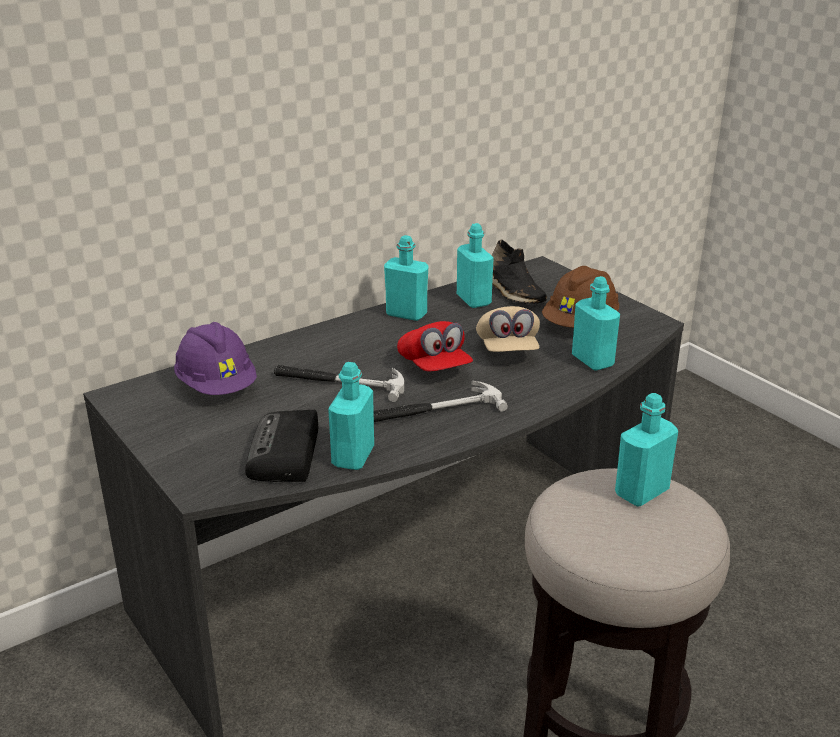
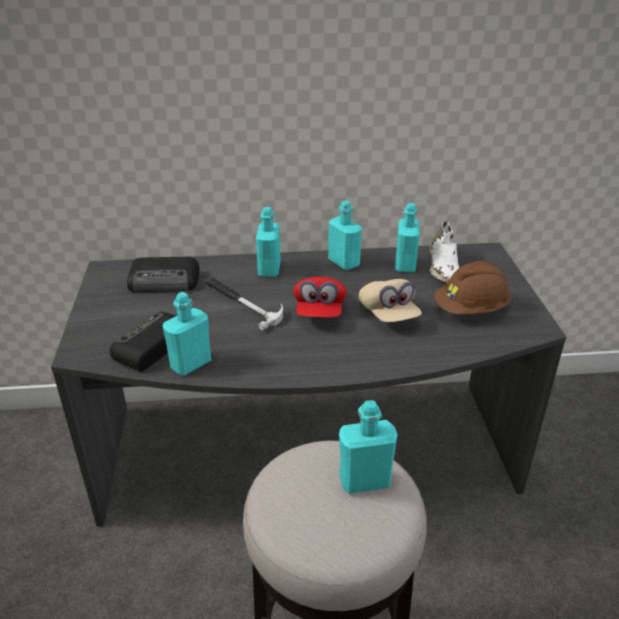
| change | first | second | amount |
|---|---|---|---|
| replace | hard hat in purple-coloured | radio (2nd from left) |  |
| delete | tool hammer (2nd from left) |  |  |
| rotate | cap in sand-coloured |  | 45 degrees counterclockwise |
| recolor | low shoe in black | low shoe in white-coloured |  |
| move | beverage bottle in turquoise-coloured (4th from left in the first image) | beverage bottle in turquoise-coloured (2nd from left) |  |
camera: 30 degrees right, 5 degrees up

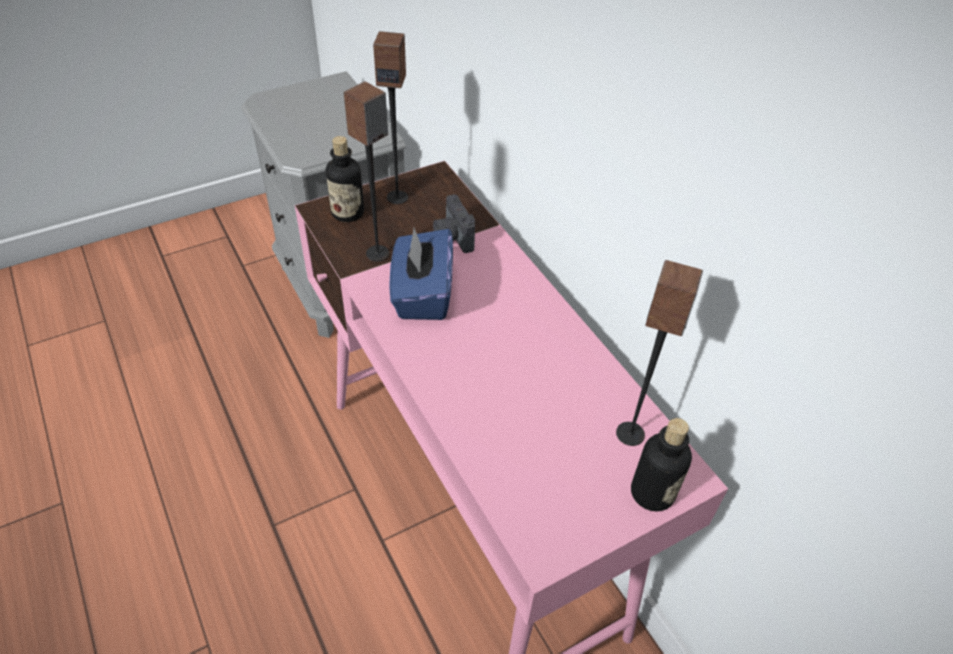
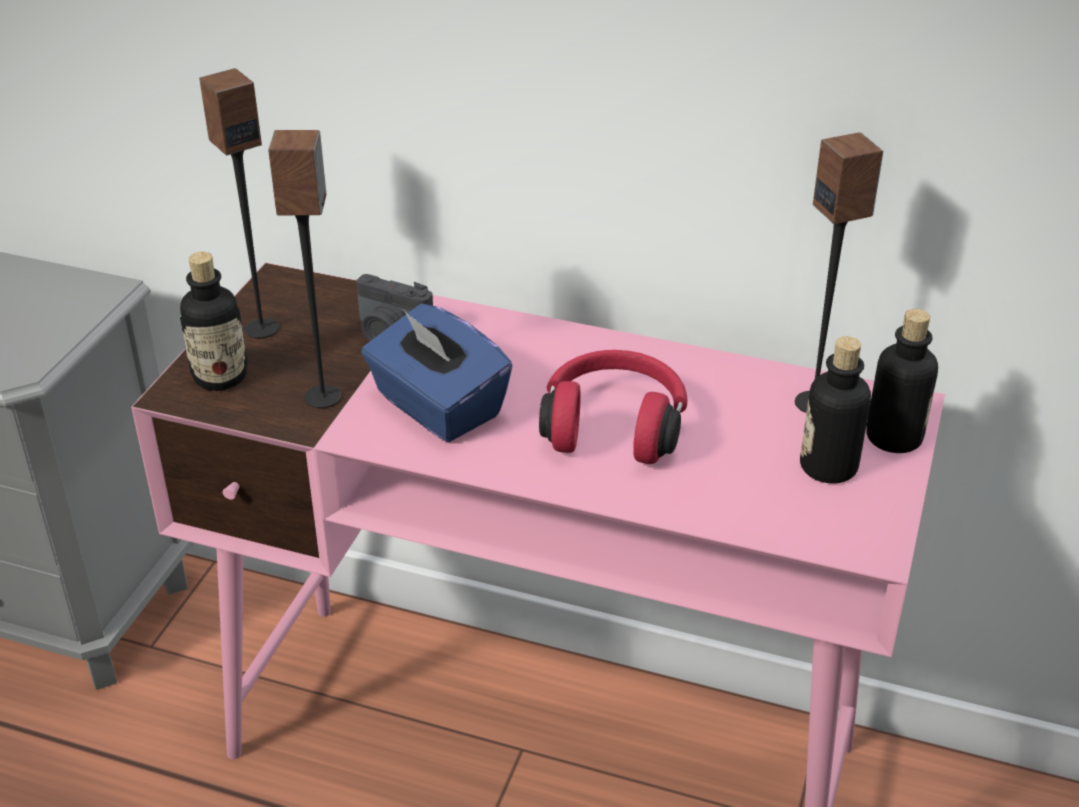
| change | first | second | amount |
|---|---|---|---|
| insert |  | headphones in red-coloured |  |
| insert |  | beverage bottle (2nd from left) |  |
camera: 40 degrees left, 10 degrees down

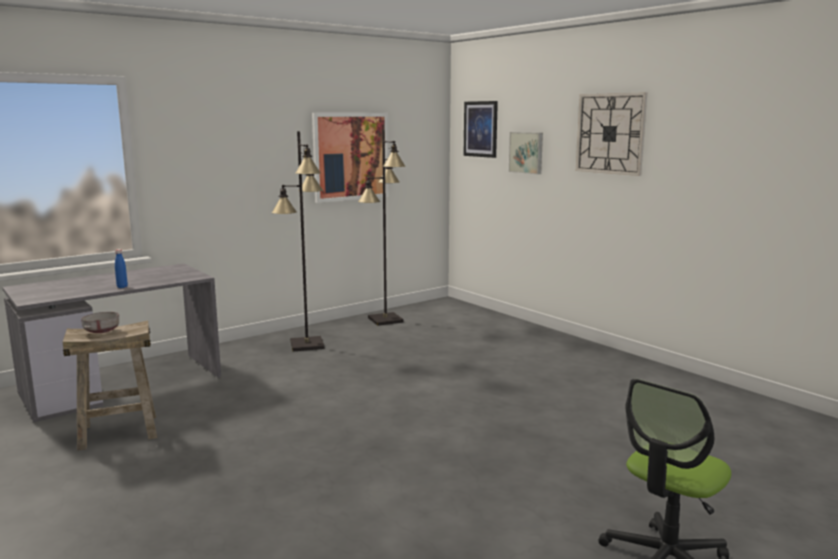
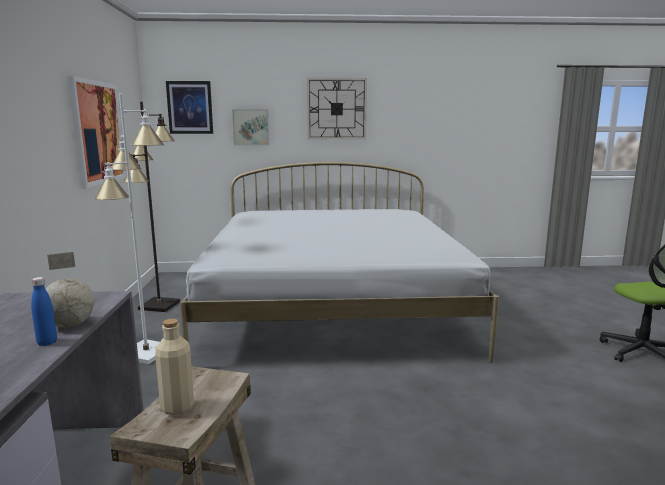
| change | first | second | amount |
|---|---|---|---|
| replace | serving bowl in gray | beverage bottle in sand-coloured |  |
| recolor | floor lamp in black (1st from left) | floor lamp in white-coloured |  |
| insert |  | world globe |  |
| insert |  | sleeping bed in white-coloured |  |
camera: 55 degrees left, 0 degrees up

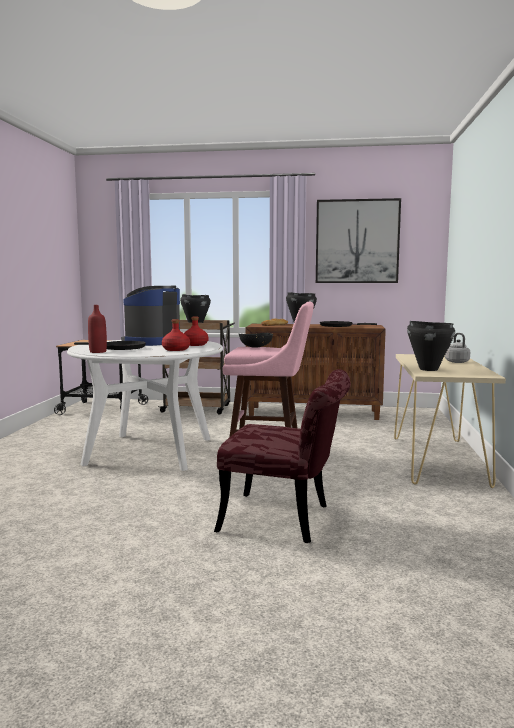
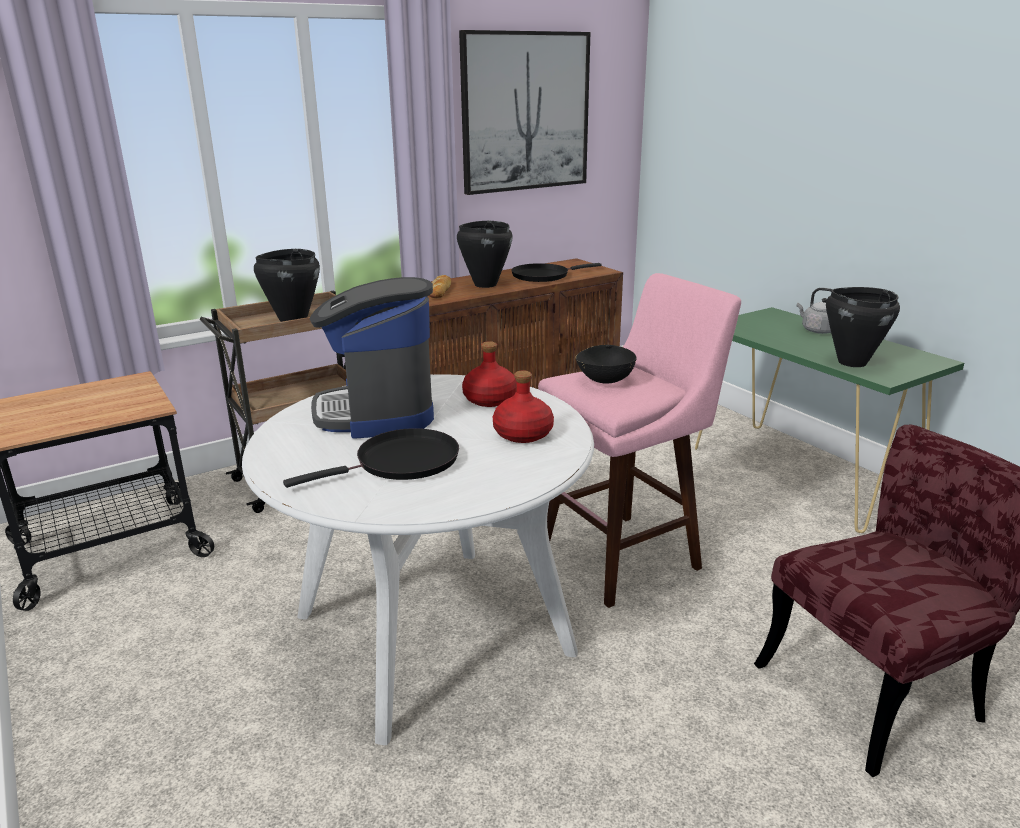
| change | first | second | amount |
|---|---|---|---|
| delete | beverage bottle in red-coloured (1st from left) |  |  |
| recolor | hall table in sand-coloured | hall table in greenish |  |
camera: 40 degrees left, 15 degrees up

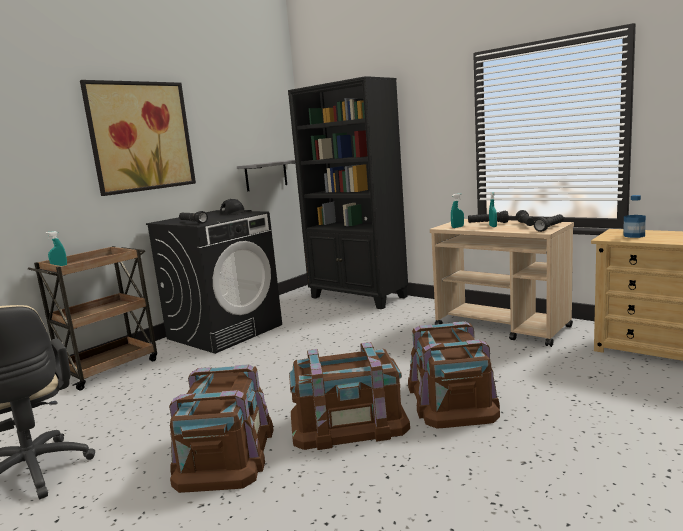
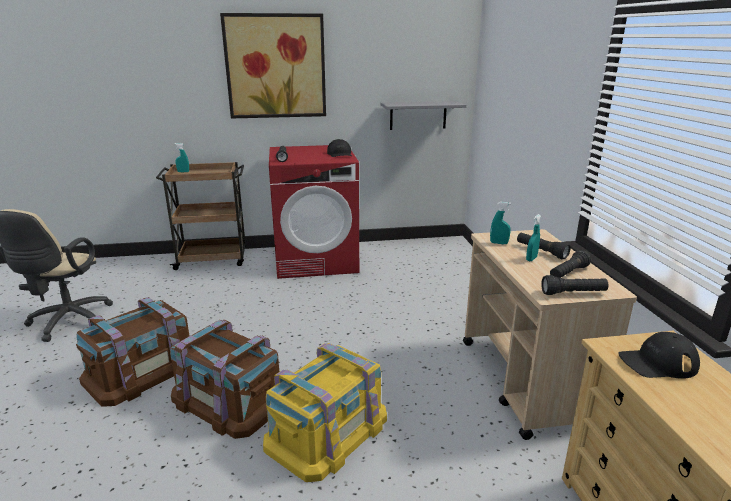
| change | first | second | amount |
|---|---|---|---|
| recolor | washing machine in black | washing machine in red-coloured |  |
| delete | bookshelf in black |  |  |
| recolor | storage container in brown-coloured (3rd from left) | storage container in yellow |  |
| replace | beverage bottle | cap in black (2nd from left) |  |
camera: 40 degrees right, 10 degrees up

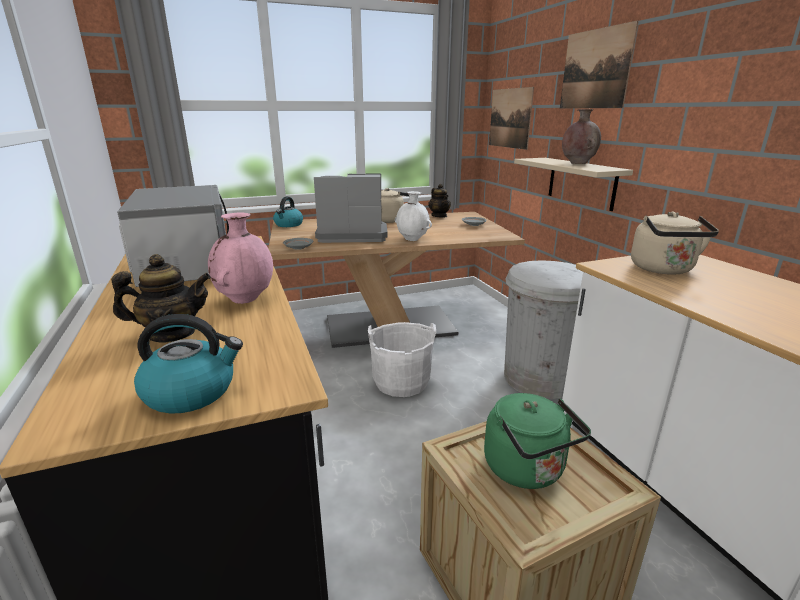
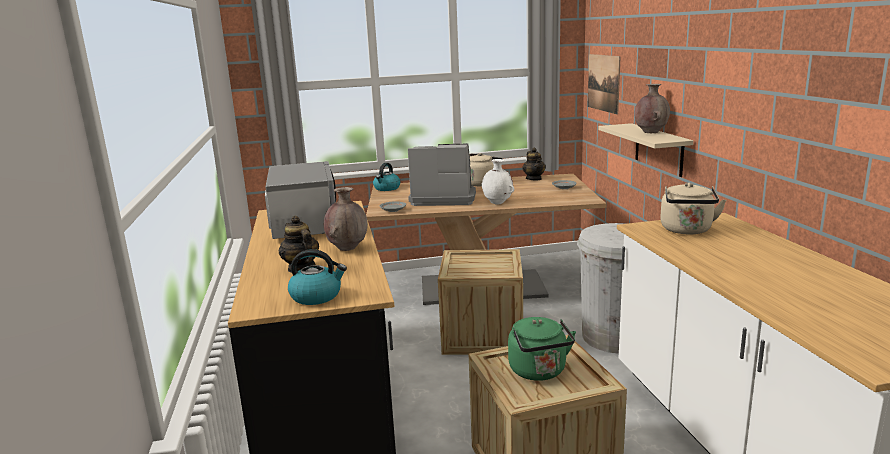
| change | first | second | amount |
|---|---|---|---|
| rotate | teapot (1st from left) |  | 120 degrees counterclockwise |
| recolor | decorative vase in pinkish | decorative vase in brown-coloured (1st from left) |  |
| replace | bucket in white-coloured | packing crate (1st from left) |  |
| delete | wall picture (2nd from left) |  |  |
camera: 10 degrees right, 5 degrees down

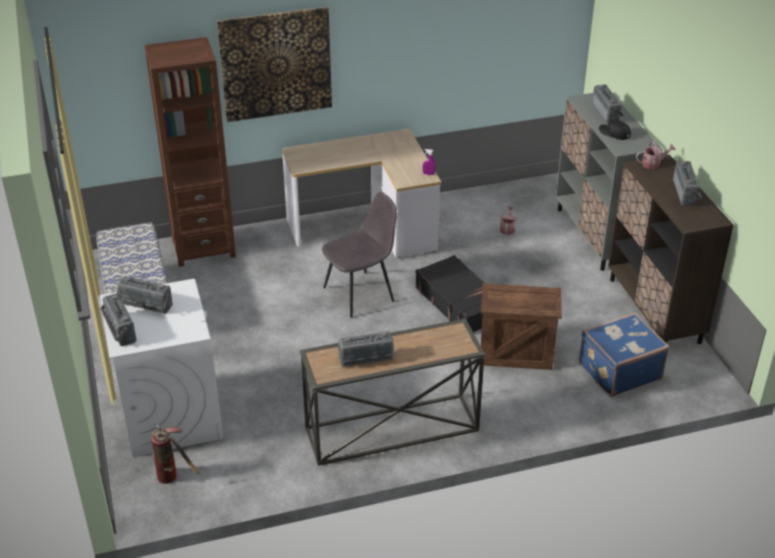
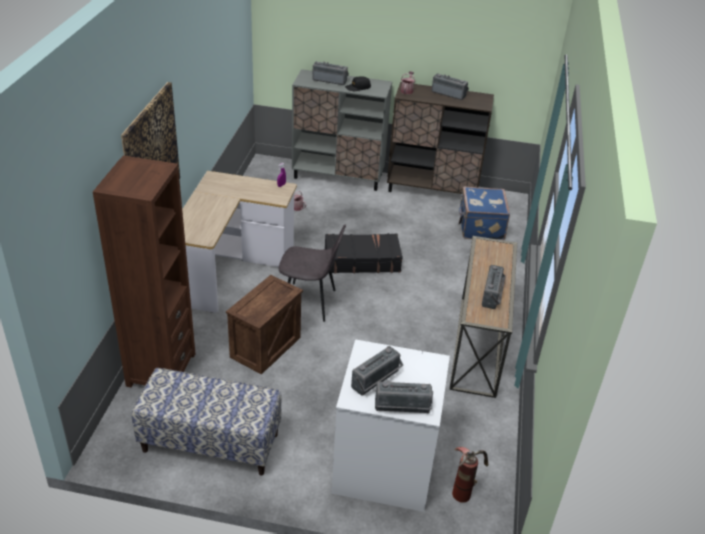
| change | first | second | amount |
|---|---|---|---|
| rotate | chair in gray |  | 105 degrees clockwise |
| move | packing crate |  |  |
camera: 65 degrees left, 0 degrees up

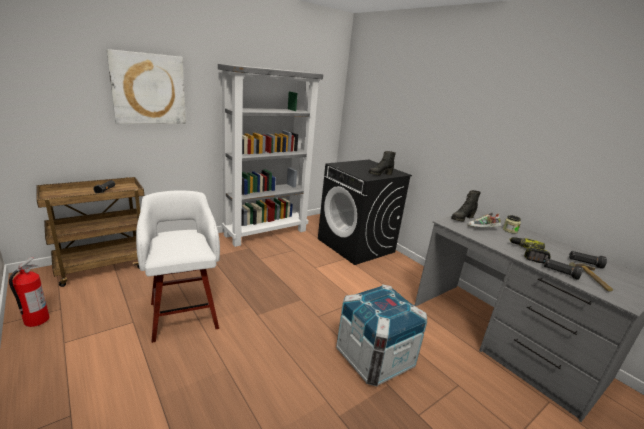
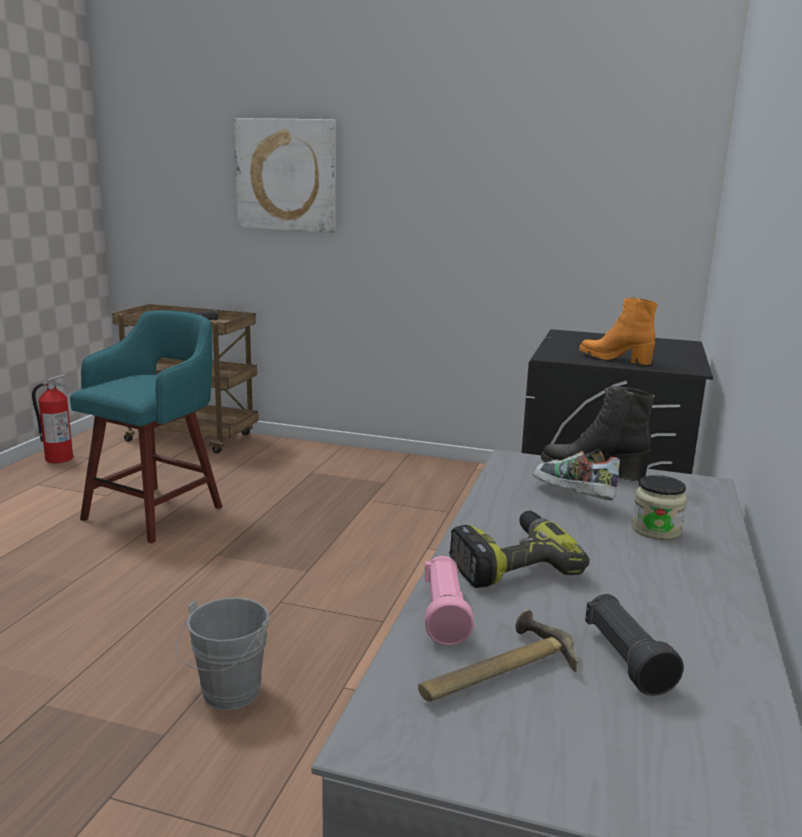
| change | first | second | amount |
|---|---|---|---|
| recolor | stool in white-coloured | stool in turquoise-coloured |  |
| delete | bookshelf in gray |  |  |
| replace | packing crate | bucket in gray |  |
| recolor | boot in black (1st from left) | boot in orangey |  |
| recolor | torch in black (2nd from left) | torch in pinkish |  |
camera: 55 degrees right, 5 degrees down

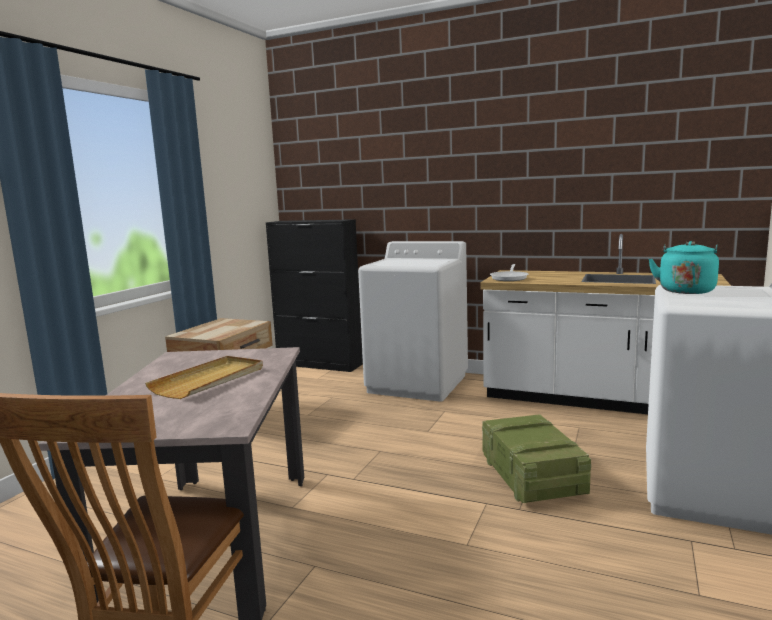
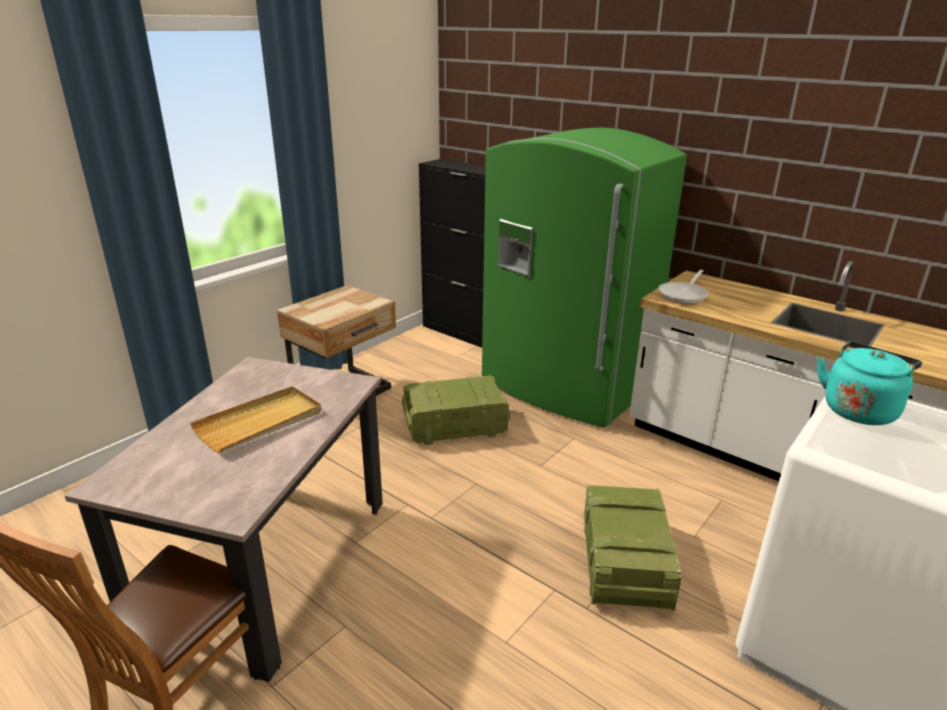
| change | first | second | amount |
|---|---|---|---|
| replace | washing machine in white-coloured (1st from left) | fridge in greenish |  |
| insert |  | packing crate (1st from left) |  |
camera: 15 degrees right, 15 degrees up

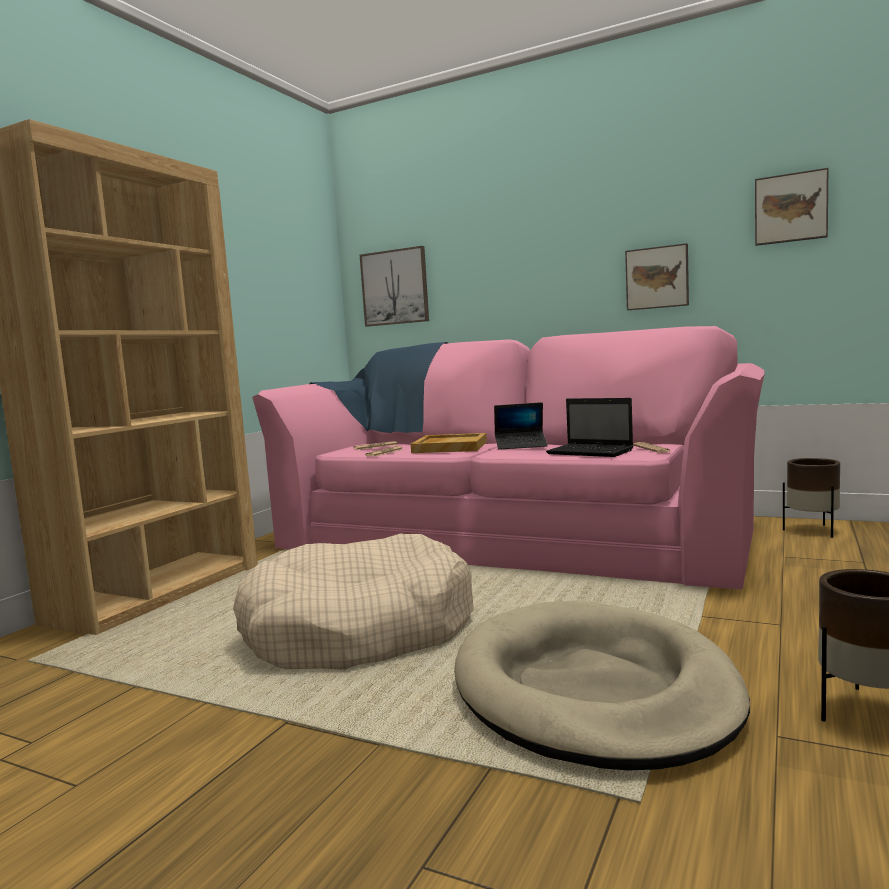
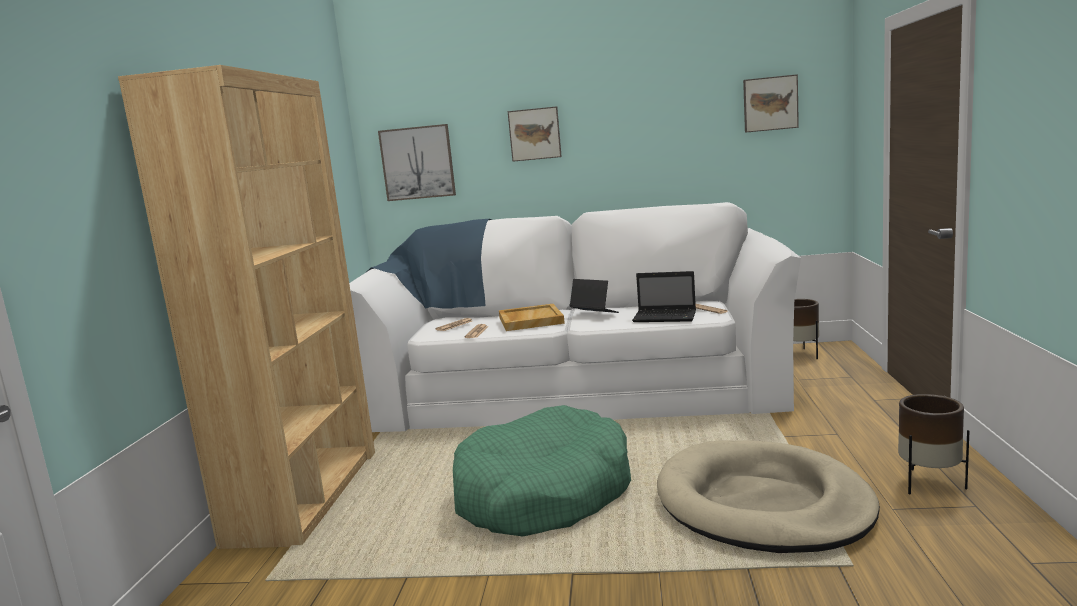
| change | first | second | amount |
|---|---|---|---|
| recolor | pet bed in sand-coloured (1st from left) | pet bed in greenish |  |
| recolor | sofa in pinkish | sofa in white-coloured |  |
| rotate | notebook computer (1st from left) |  | 120 degrees counterclockwise |
| move | wall picture (2nd from left) |  |  |
camera: 20 degrees left, 5 degrees up

